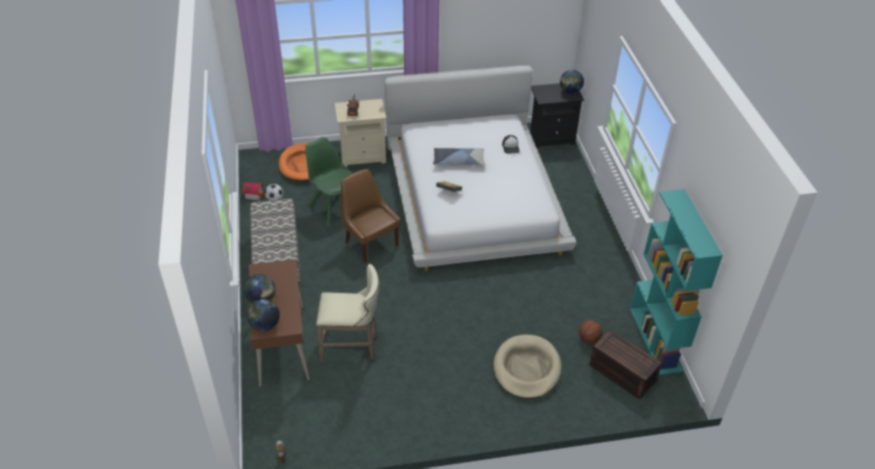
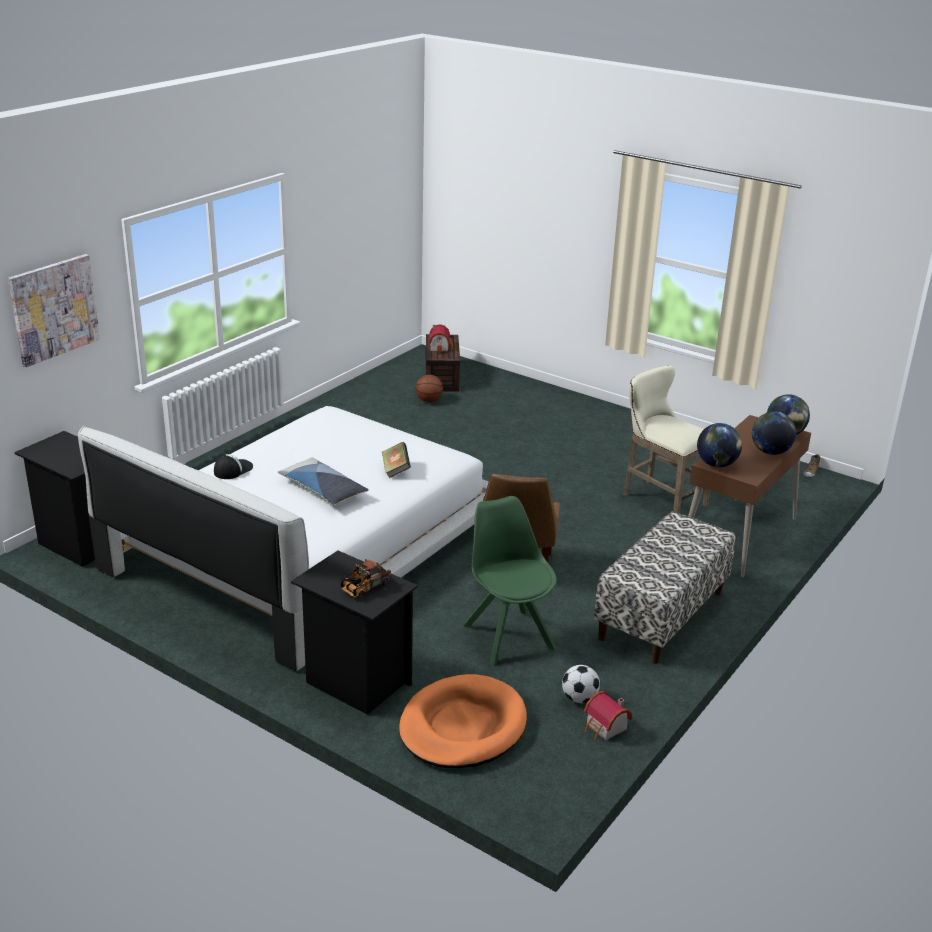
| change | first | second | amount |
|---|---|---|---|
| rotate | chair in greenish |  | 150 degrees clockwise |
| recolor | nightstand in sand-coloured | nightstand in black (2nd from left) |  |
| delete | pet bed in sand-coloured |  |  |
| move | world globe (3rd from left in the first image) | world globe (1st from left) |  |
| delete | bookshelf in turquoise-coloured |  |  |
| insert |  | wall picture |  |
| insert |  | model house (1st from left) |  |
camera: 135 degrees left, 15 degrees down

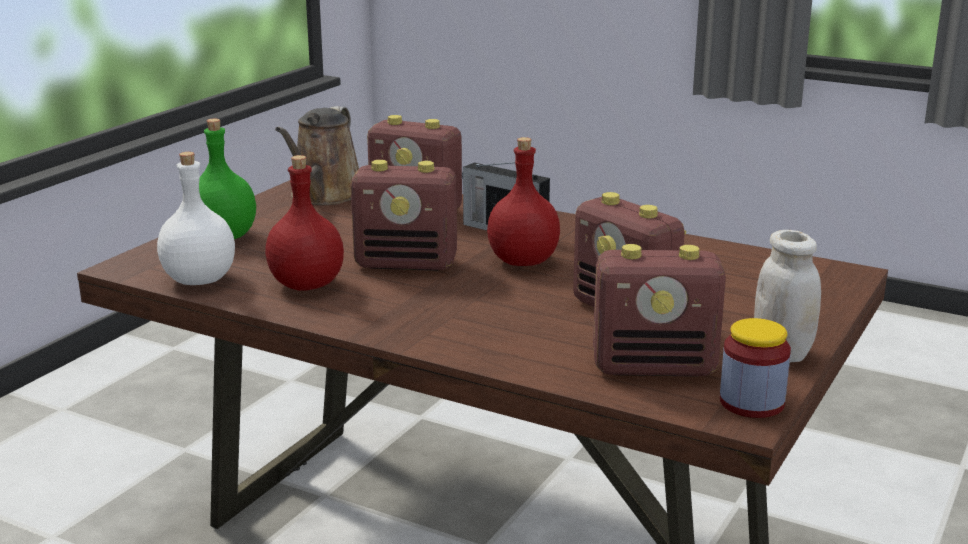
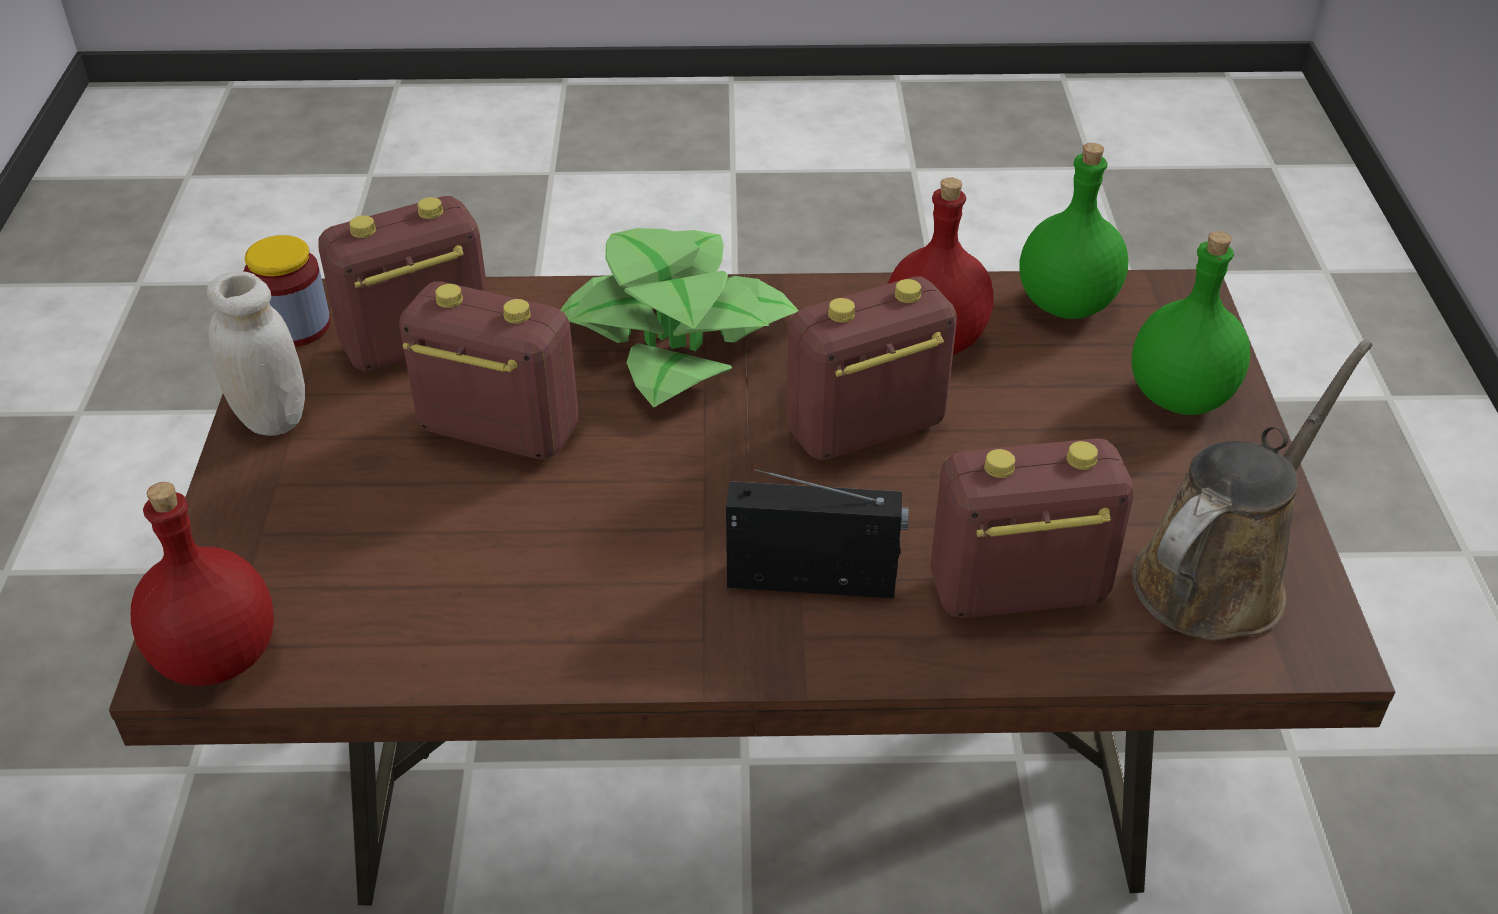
| change | first | second | amount |
|---|---|---|---|
| recolor | beverage bottle in white-coloured | beverage bottle in greenish (1st from left) |  |
| rotate | sprinkling can in brown-coloured |  | 60 degrees clockwise |
| move | beverage bottle in red-coloured (2nd from left in the first image) | beverage bottle in red-coloured (1st from left) |  |
| insert |  | houseplant |  |
camera: 150 degrees right, 20 degrees up

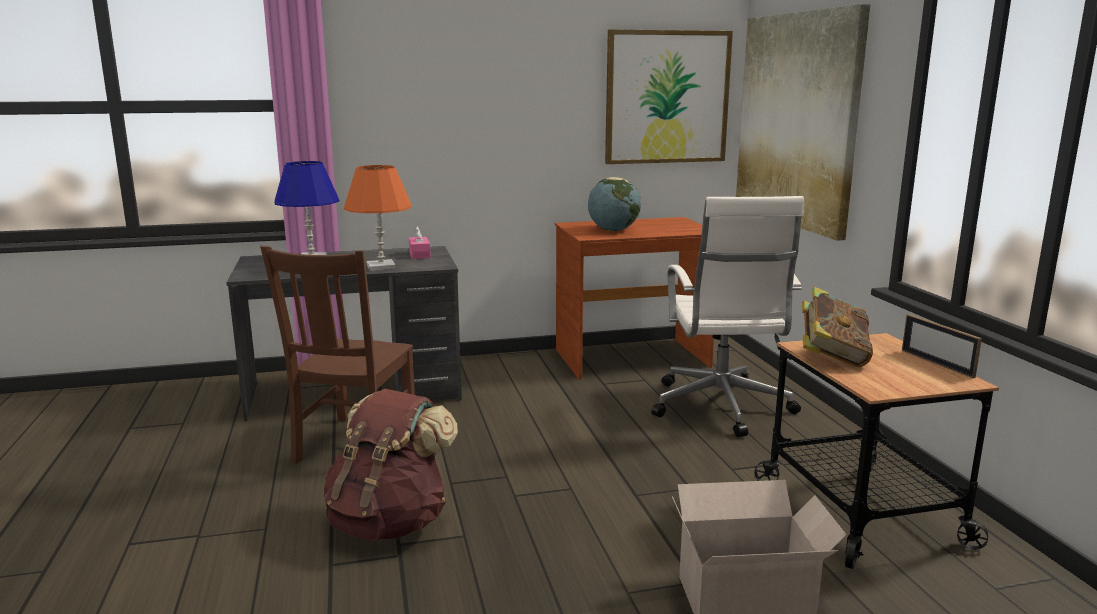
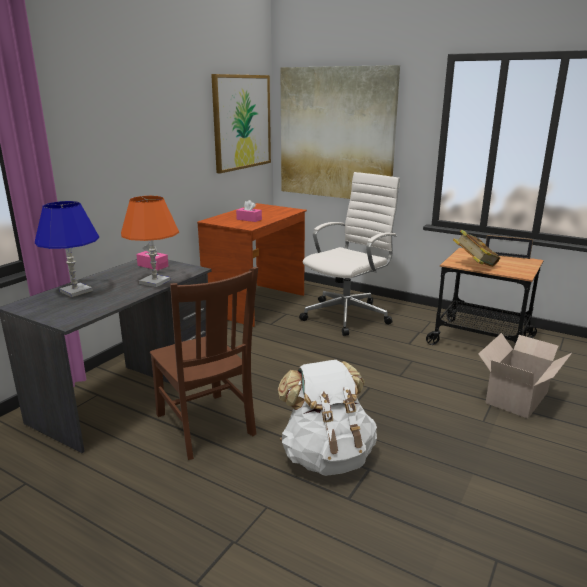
| change | first | second | amount |
|---|---|---|---|
| recolor | backpack in brown-coloured | backpack in white-coloured |  |
| replace | world globe | tissue box in pinkish (2nd from left) |  |
| rotate | computer chair in white-coloured |  | 90 degrees counterclockwise |
camera: 45 degrees left, 5 degrees up

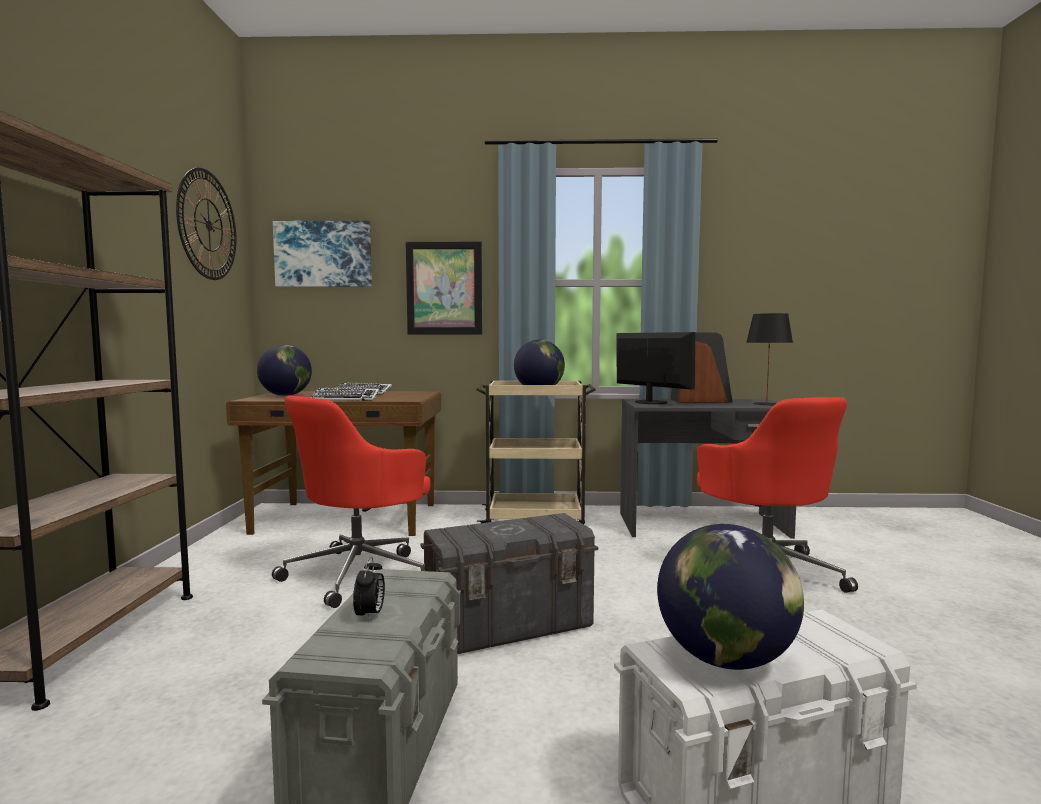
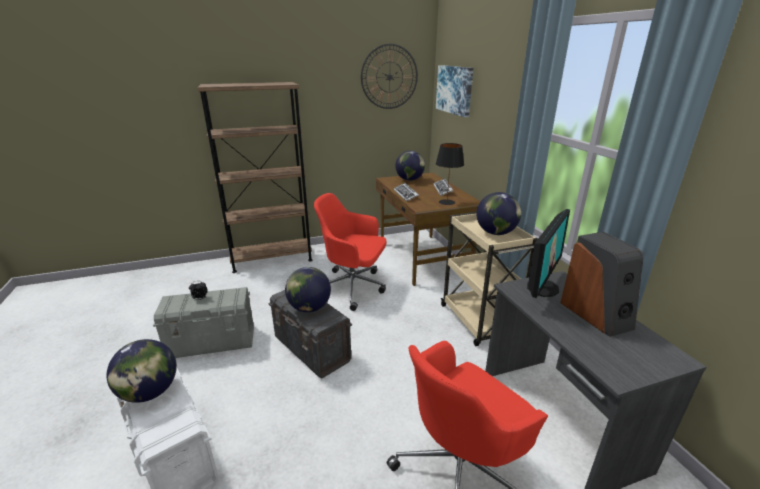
| change | first | second | amount |
|---|---|---|---|
| delete | wall picture (2nd from left) |  |  |
| move | table lamp in black |  |  |
| insert |  | world globe (2nd from left) |  |
camera: 70 degrees right, 20 degrees up

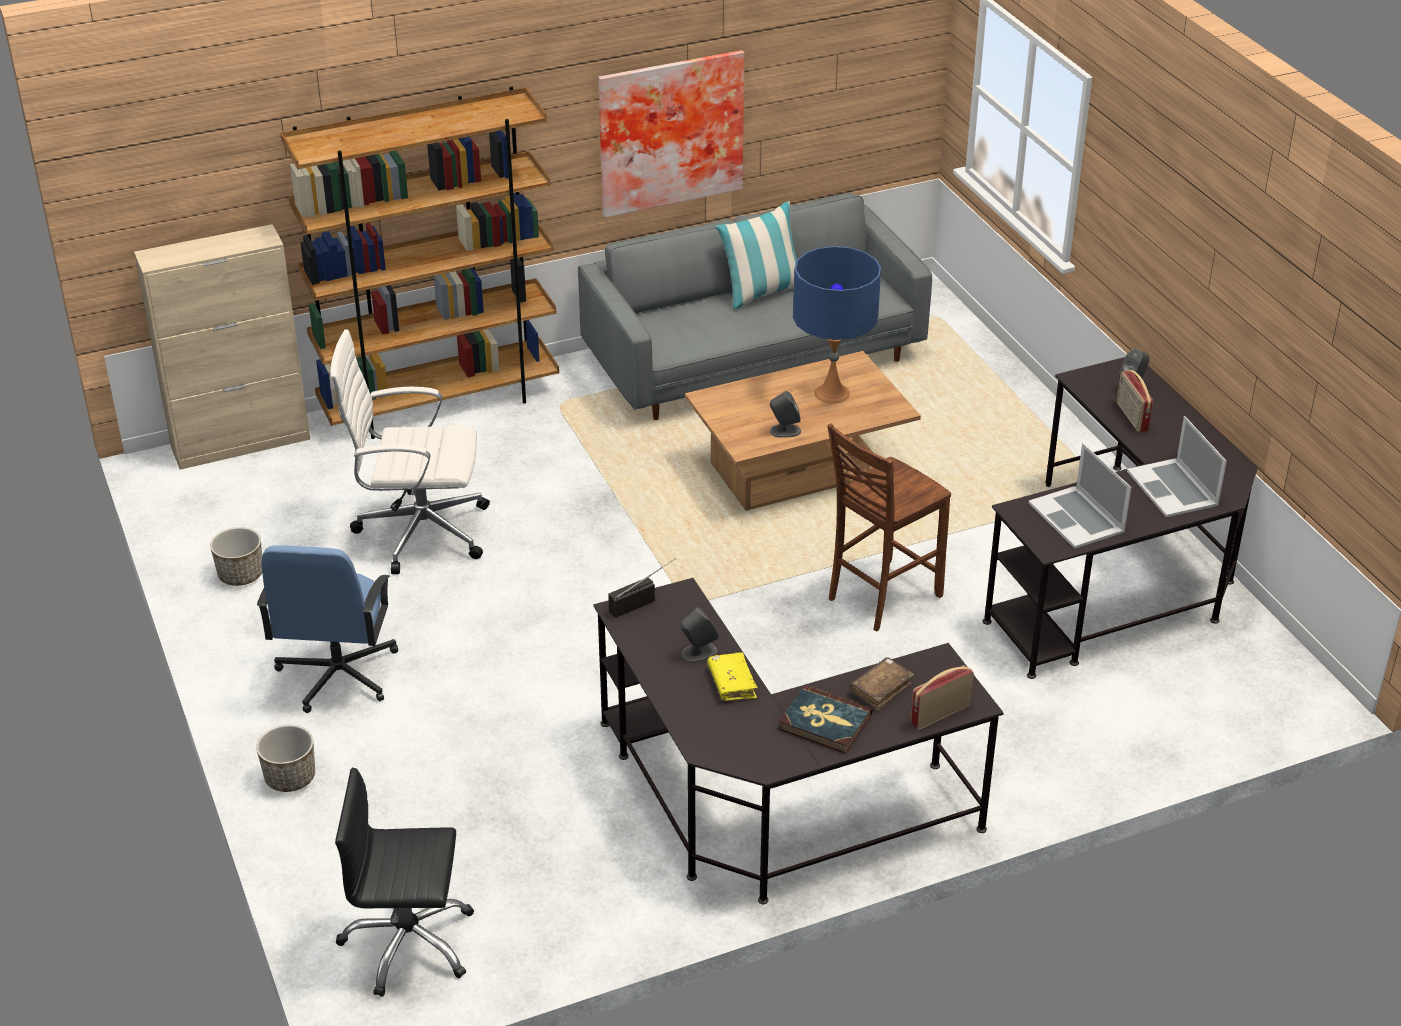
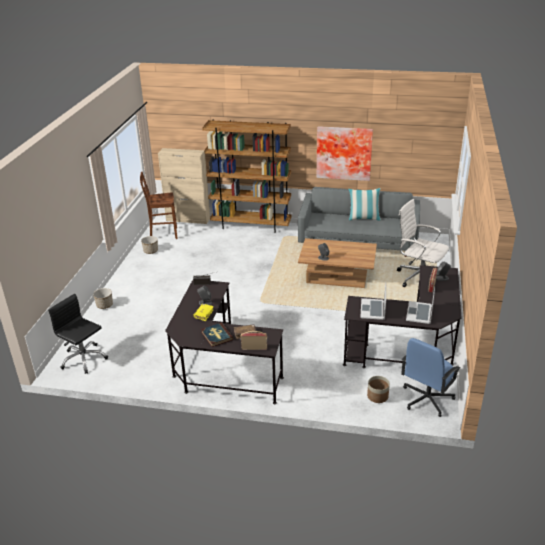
| change | first | second | amount |
|---|---|---|---|
| move | computer chair in blue-coloured |  |  |
| move | computer chair in white-coloured |  |  |
| delete | table lamp in blue-coloured |  |  |
| move | chair in brown-coloured |  |  |
| insert |  | plant pot (3rd from left) |  |
camera: 35 degrees right, 5 degrees down

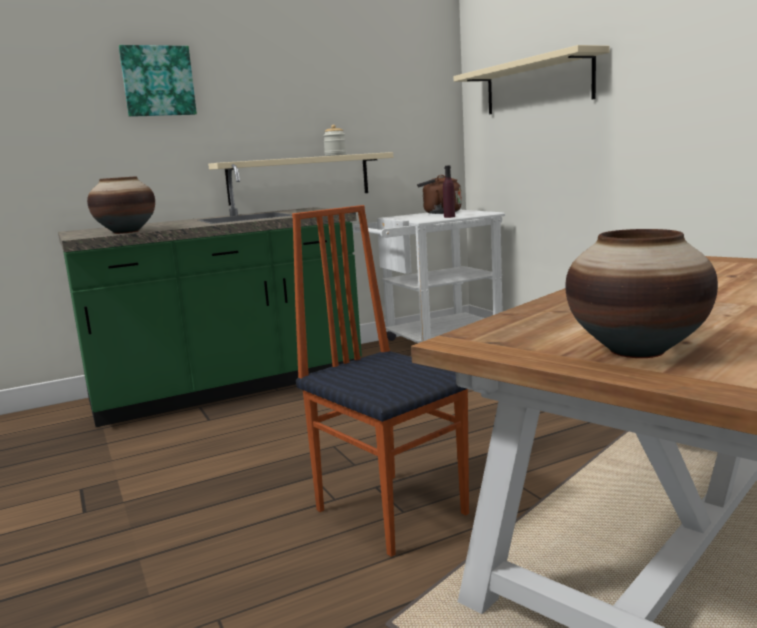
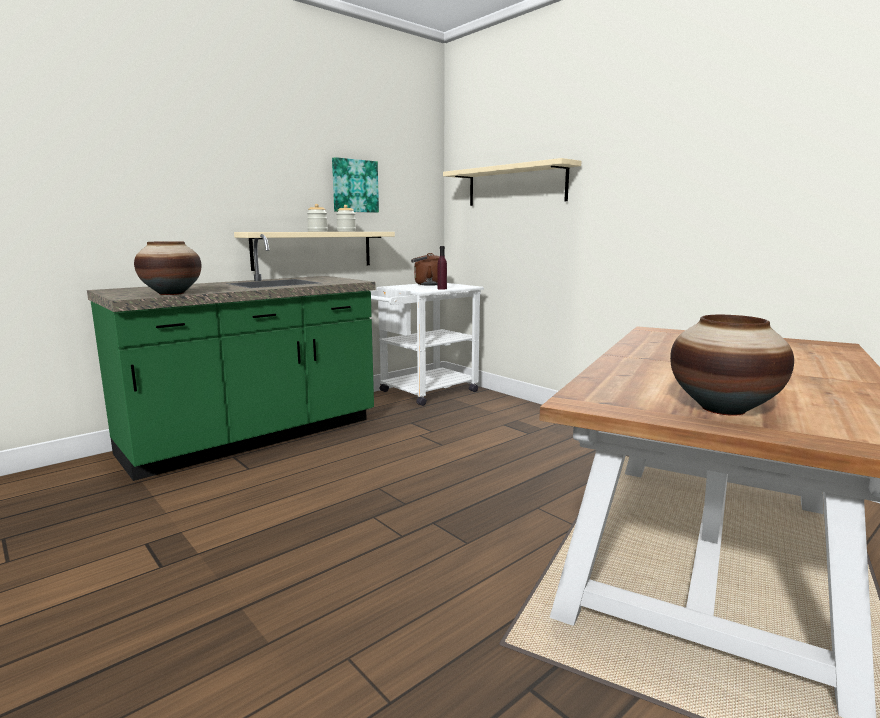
| change | first | second | amount |
|---|---|---|---|
| move | wall picture |  |  |
| delete | chair |  |  |
| insert |  | storage jar (1st from left) |  |
camera: 15 degrees left, 0 degrees up

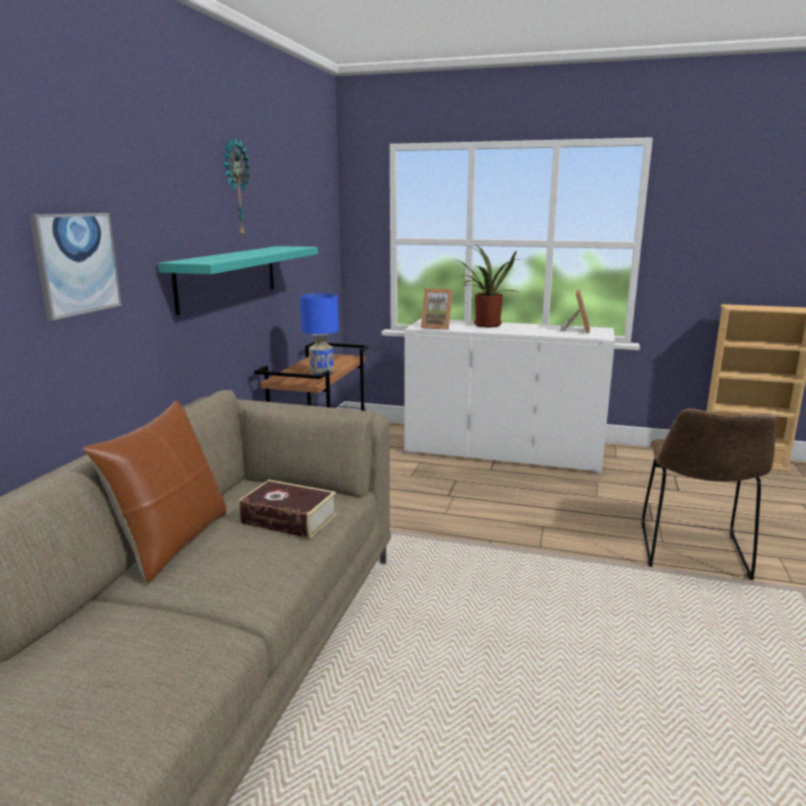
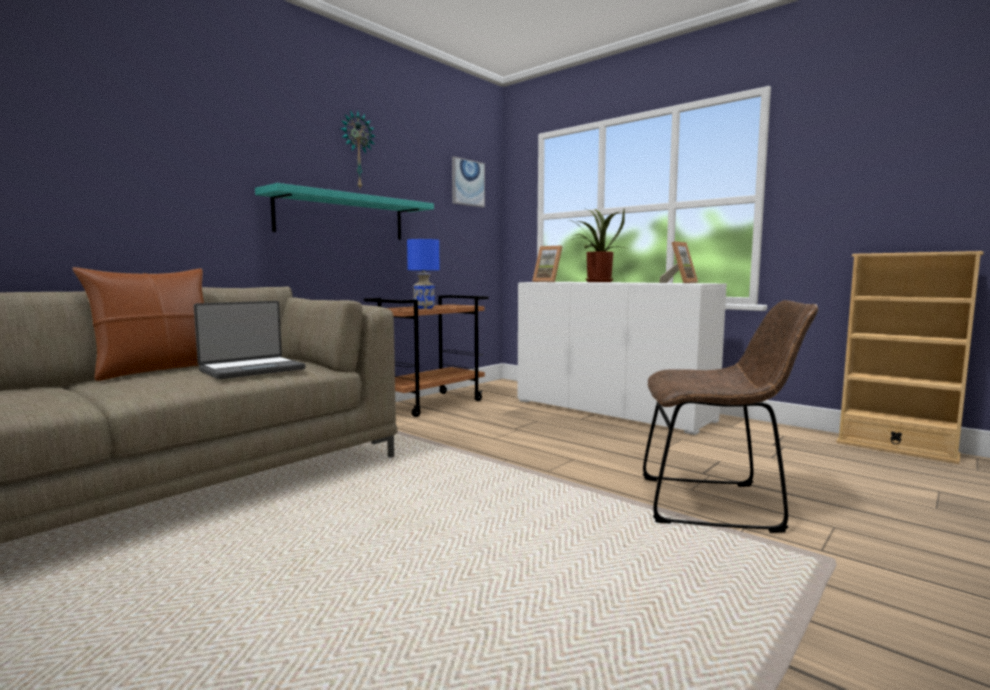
| change | first | second | amount |
|---|---|---|---|
| move | wall picture |  |  |
| replace | bound book | notebook computer |  |
| rotate | chair in brown-coloured |  | 120 degrees counterclockwise |
camera: 25 degrees right, 10 degrees down

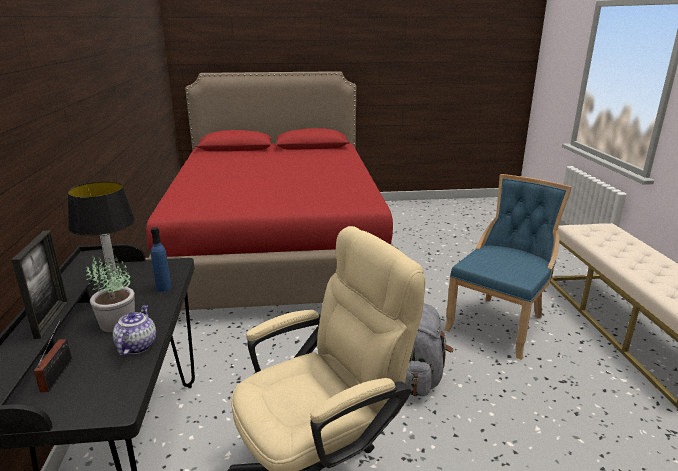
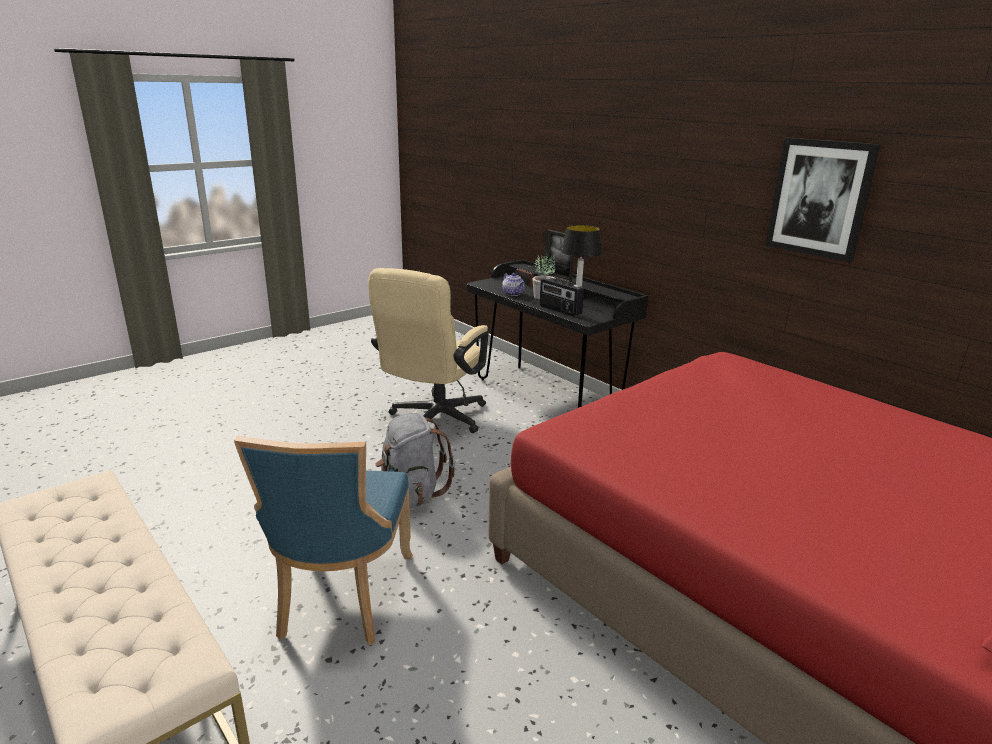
| change | first | second | amount |
|---|---|---|---|
| replace | beverage bottle in blue-coloured | radio (2nd from left) |  |
| insert |  | wall picture |  |
camera: 145 degrees right, 0 degrees up

